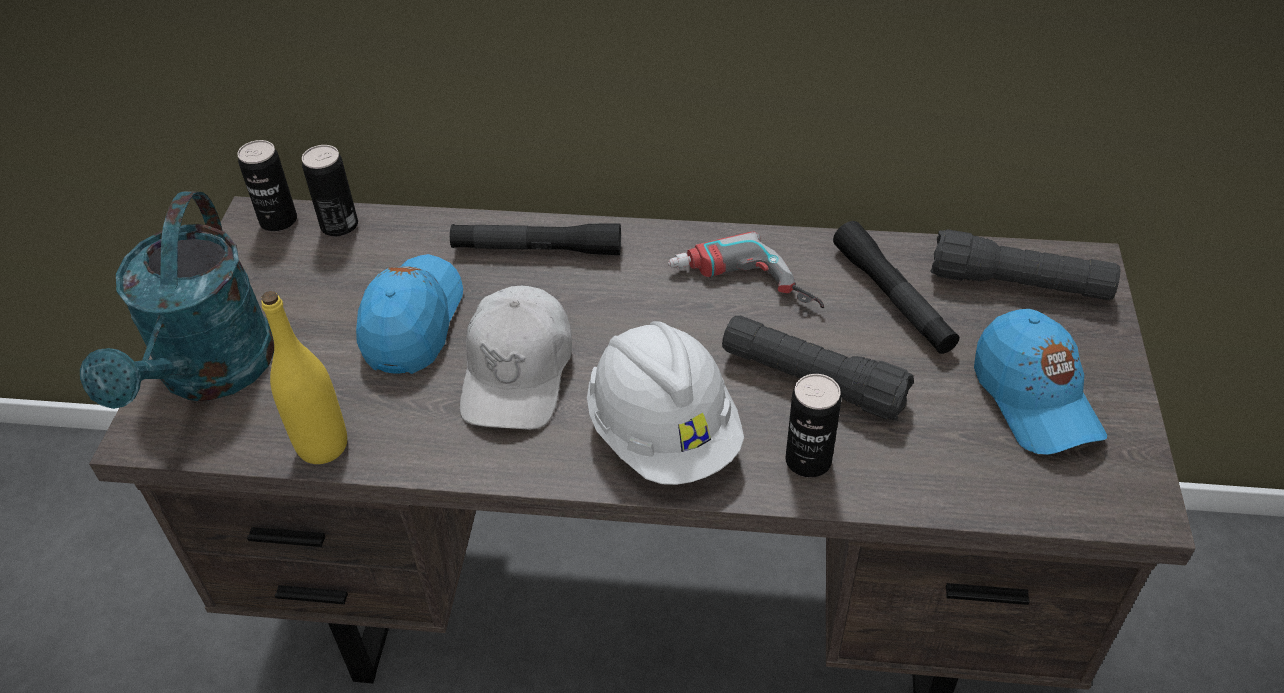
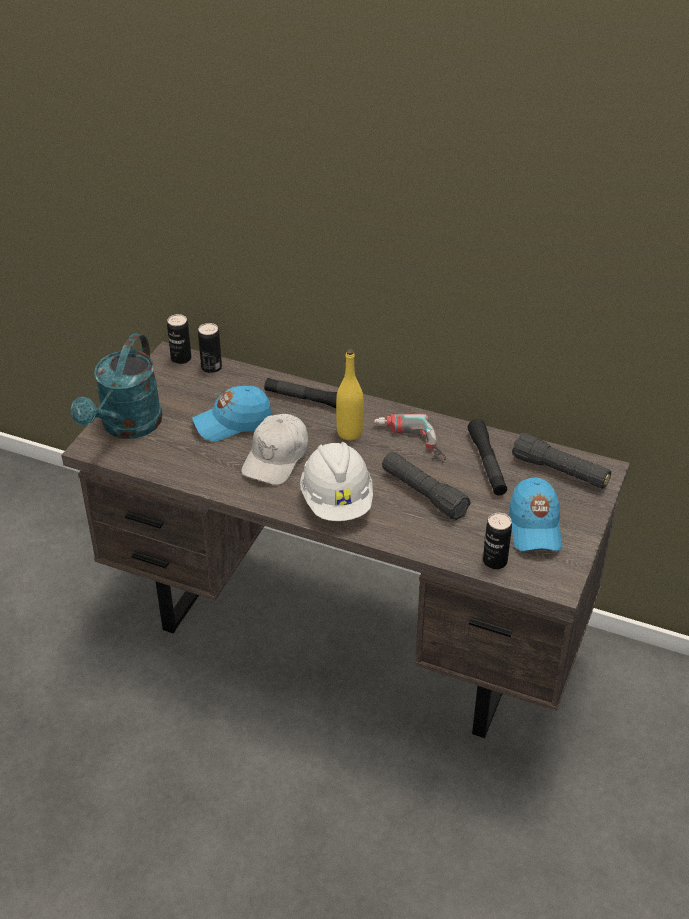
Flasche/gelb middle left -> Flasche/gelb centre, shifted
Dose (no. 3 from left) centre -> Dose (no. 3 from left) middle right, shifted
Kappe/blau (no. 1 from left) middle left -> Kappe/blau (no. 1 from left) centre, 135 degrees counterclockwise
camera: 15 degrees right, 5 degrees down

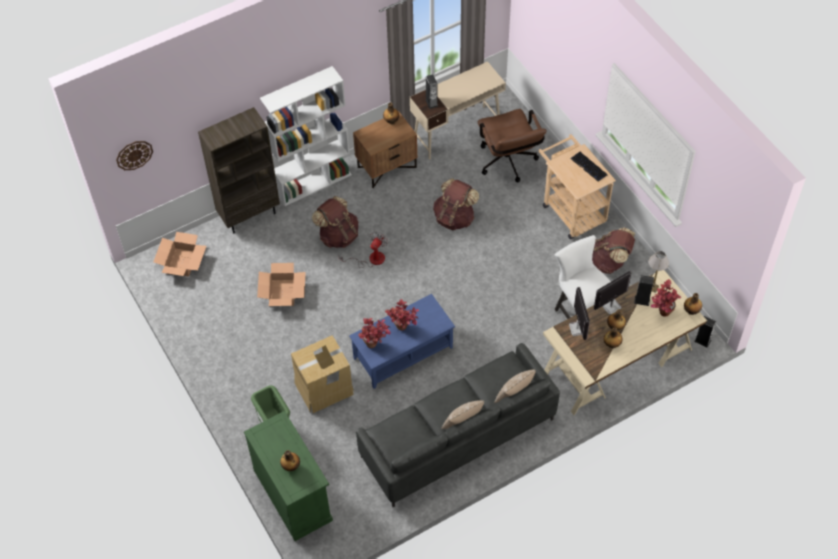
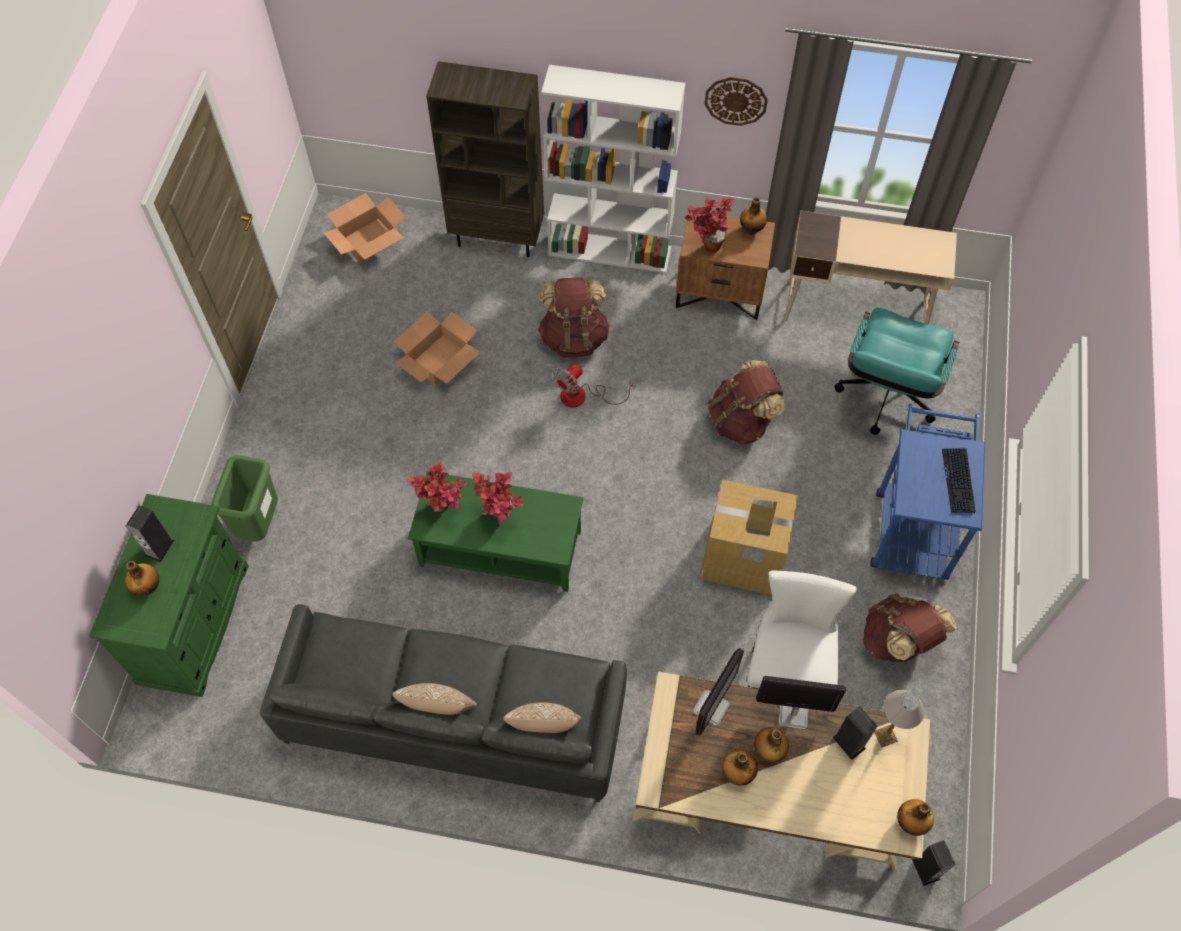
Wanduhr top left -> Wanduhr top centre, shifted
Karton (no. 3 from left) bottom centre -> Karton (no. 3 from left) centre, shifted
Lautsprecher (no. 1 from left) top centre -> Lautsprecher (no. 1 from left) middle left, shifted
Topfpflanze (no. 3 from left) middle right -> Topfpflanze (no. 3 from left) top centre, shifted
Couchtisch/blau centre -> Couchtisch/grün centre
Bürostuhl/braun top centre -> Bürostuhl/türkis middle right
Rollwagen/beige top right -> Rollwagen/blau middle right
Ventilator centre, 150 degrees clockwise
camera: 40 degrees right, 5 degrees up

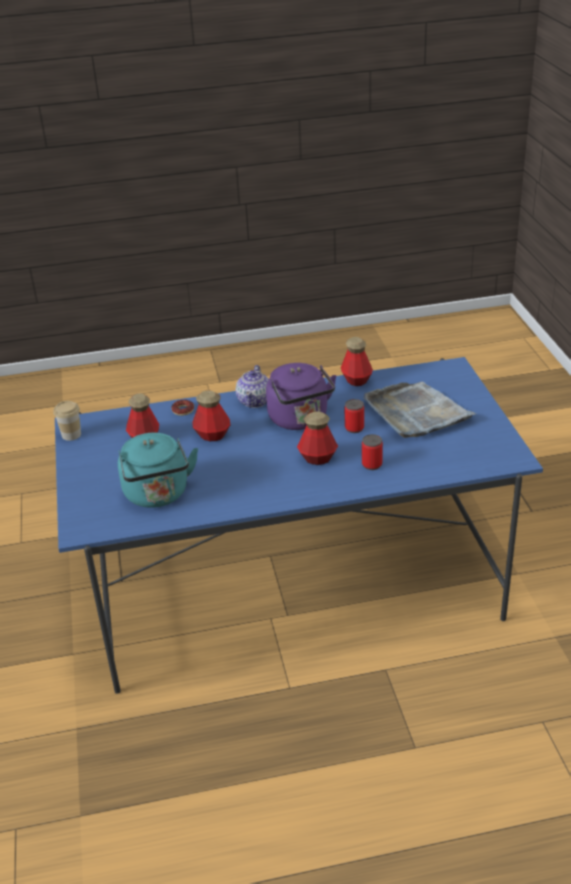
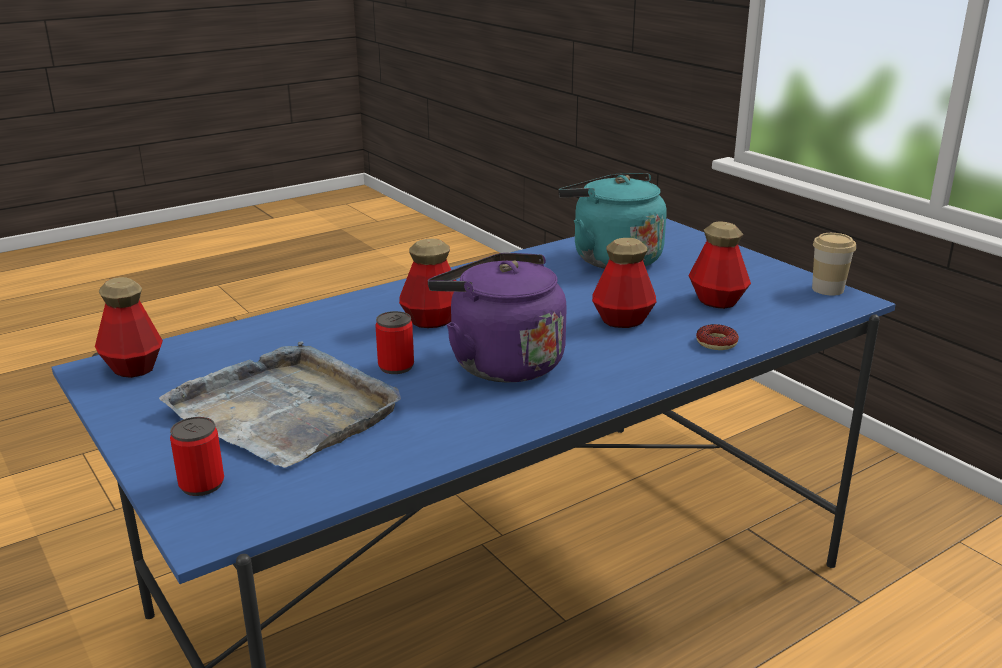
Teekanne centre -> none
Flasche (no. 4 from left in the first image) centre -> Flasche (no. 1 from left) middle left, shifted
Dose (no. 2 from left in the first image) centre -> Dose (no. 1 from left) bottom left, shifted
camera: 155 degrees right, 10 degrees down

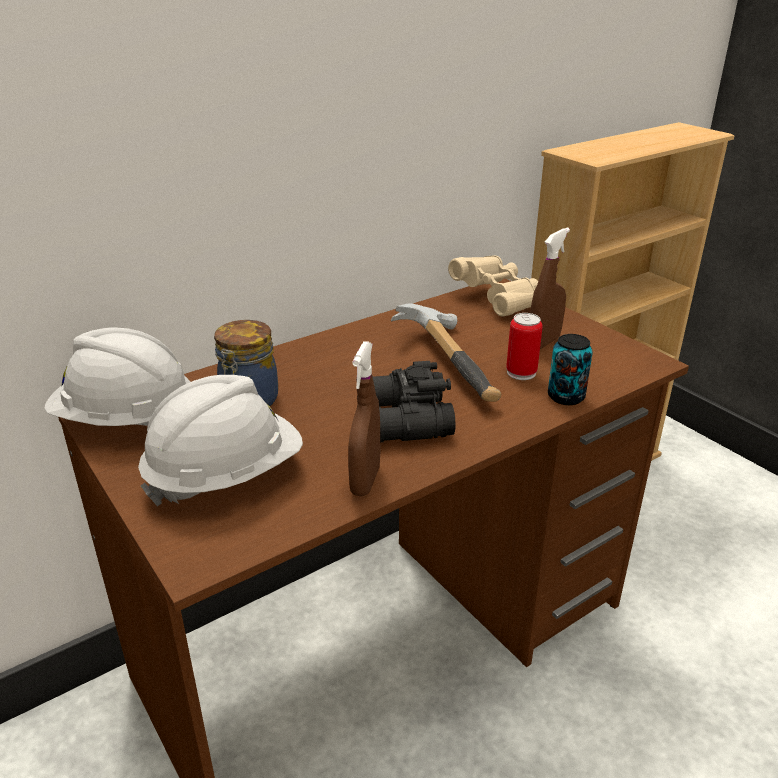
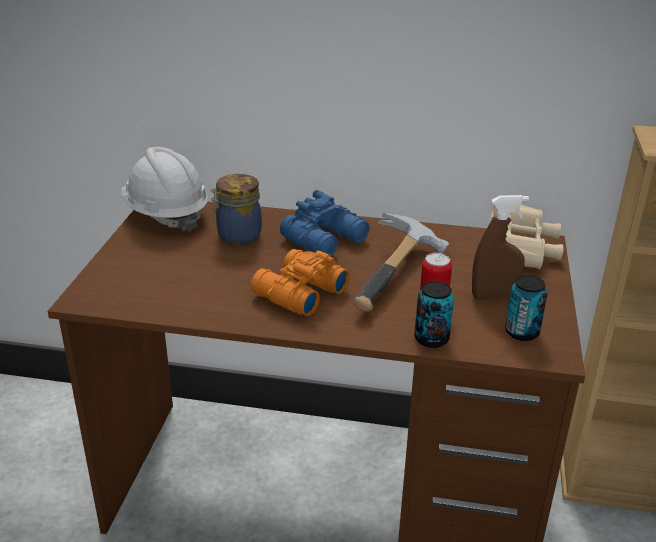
Schutzhelm/weiß (no. 2 from left) middle left -> none
Sprühflasche/braun (no. 1 from left) centre -> none
none -> Fernglas/blau centre
none -> Dose (no. 3 from left) middle right
Fernglas/schwarz centre -> Fernglas/orange centre
camera: 45 degrees right, 0 degrees up

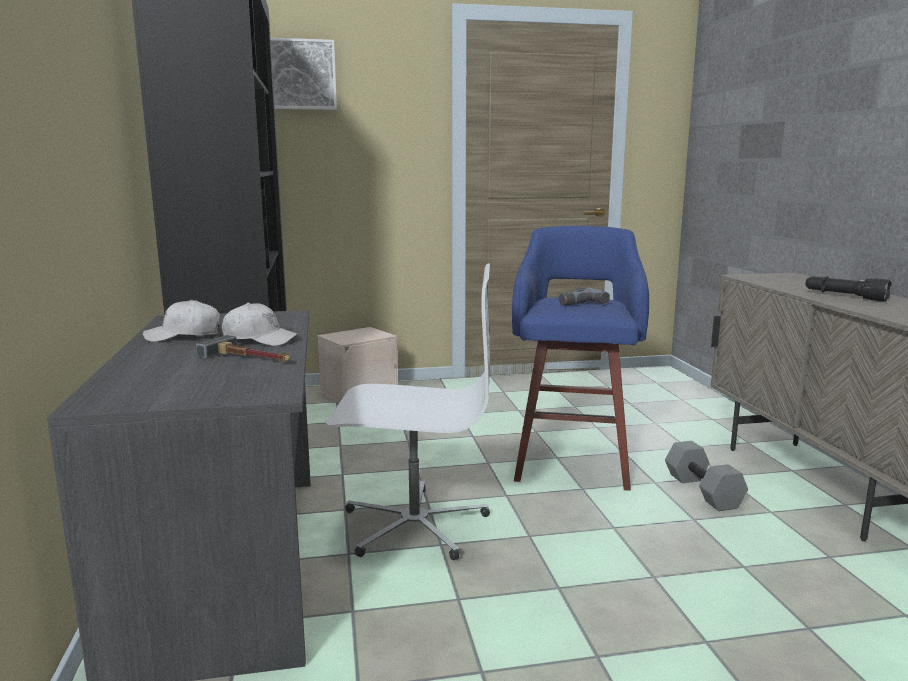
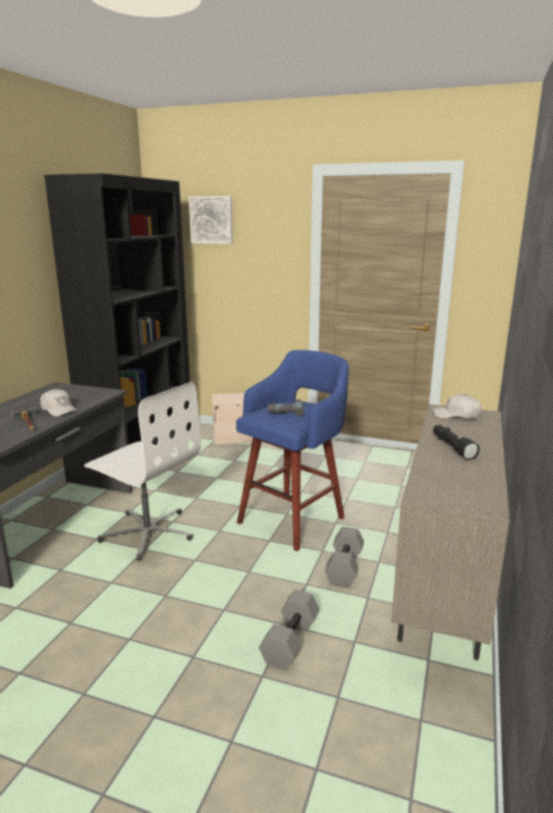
none -> Hantel/grau (no. 1 from left) bottom centre
Kappe/weiß (no. 1 from left in the first image) middle left -> Kappe/weiß (no. 2 from left) middle right, shifted
camera: 30 degrees right, 5 degrees up

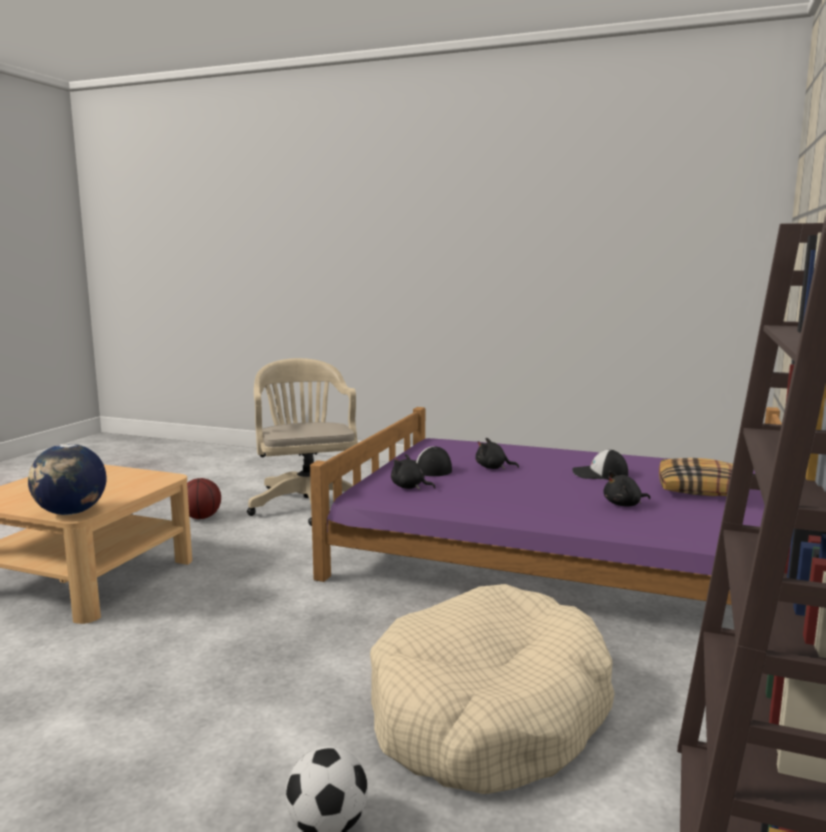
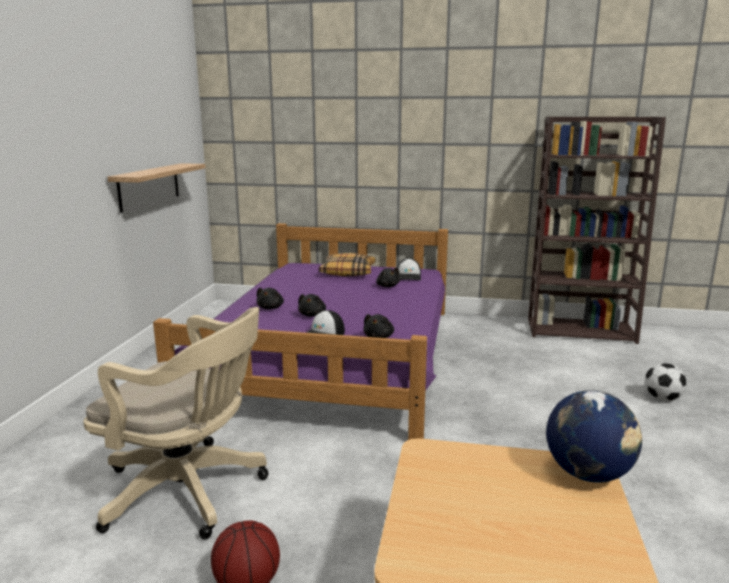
Hundebett/beige bottom centre -> none
none -> Wandregal top left
none -> Plüschtier/schwarz (no. 1 from left) centre
Kappe (no. 2 from left) middle right -> Kappe (no. 2 from left) centre, shifted
Bürostuhl/beige centre -> Bürostuhl/beige bottom left, 135 degrees counterclockwise
camera: 100 degrees left, 5 degrees up

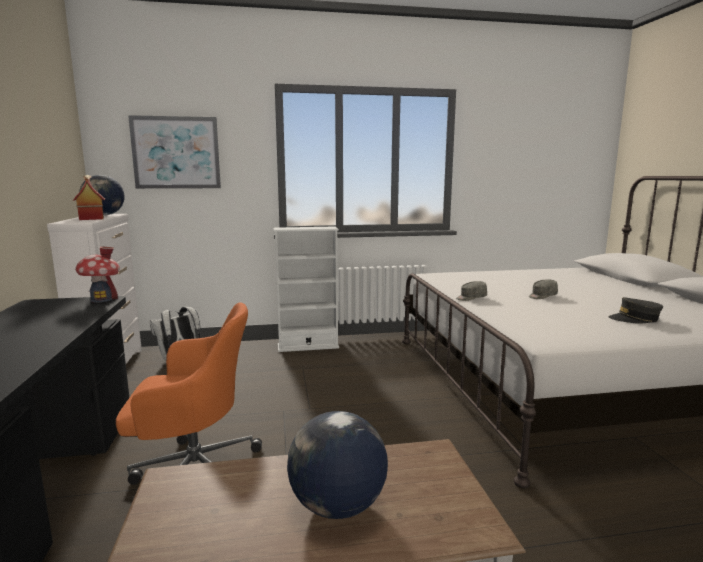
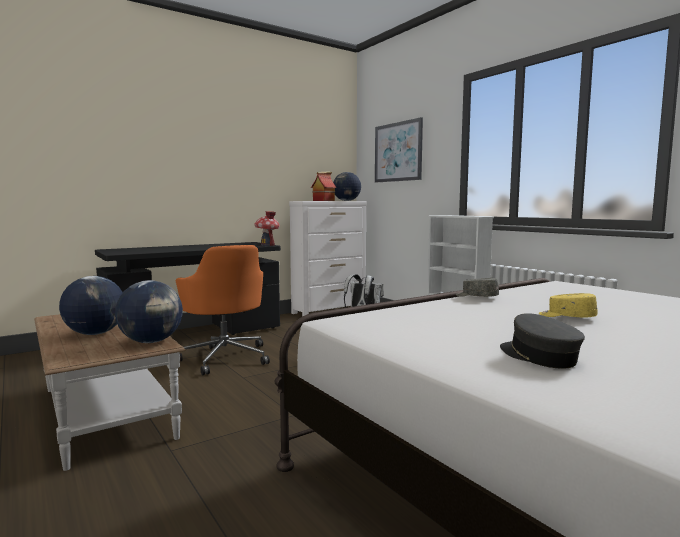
none -> Globus (no. 2 from left) middle left
Kappe/grau (no. 2 from left) middle right -> Kappe/gelb middle right
camera: 65 degrees right, 5 degrees down

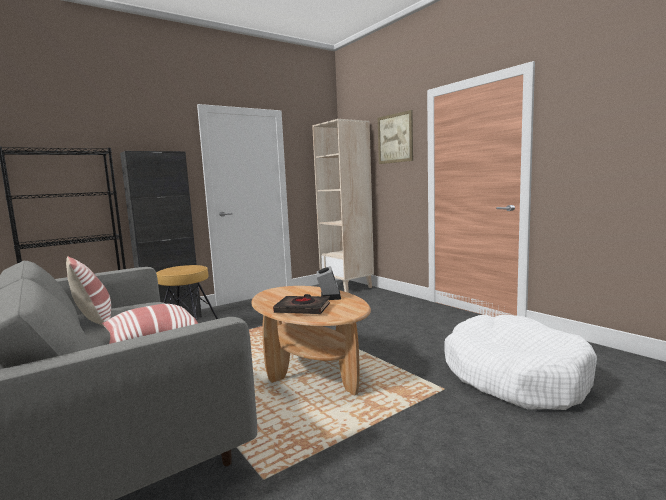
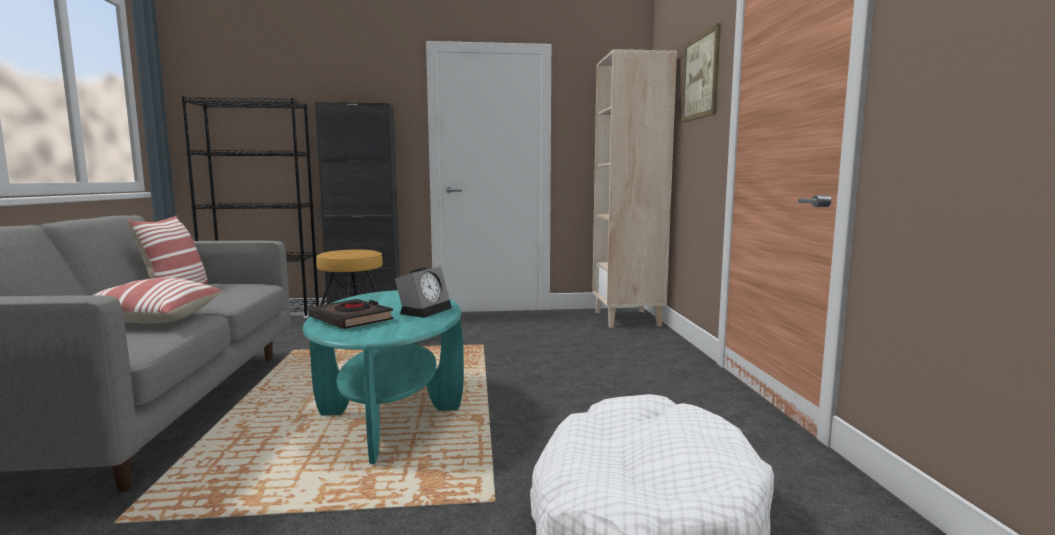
Couchtisch/braun bottom centre -> Couchtisch/türkis bottom centre
camera: 30 degrees right, 0 degrees up

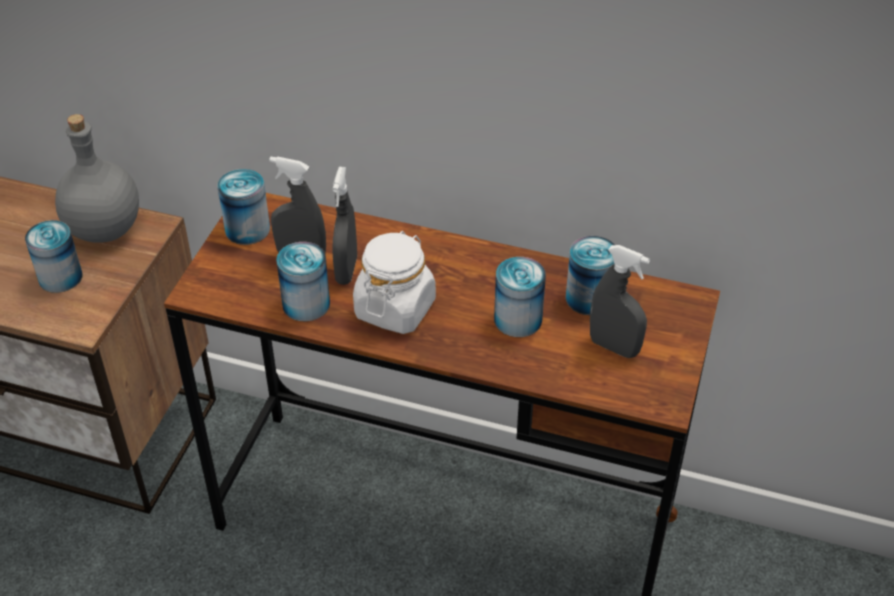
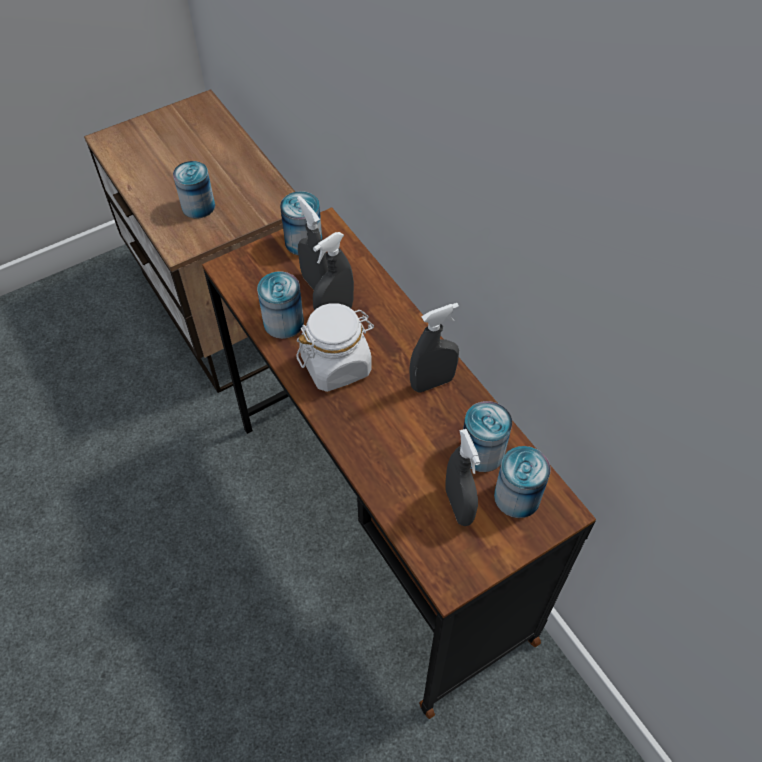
Flasche/grau top left -> none
none -> Sprühflasche/grau (no. 3 from left) centre
Dose (no. 4 from left in the first image) centre -> Dose (no. 5 from left) middle right, shifted
camera: 40 degrees right, 10 degrees up

